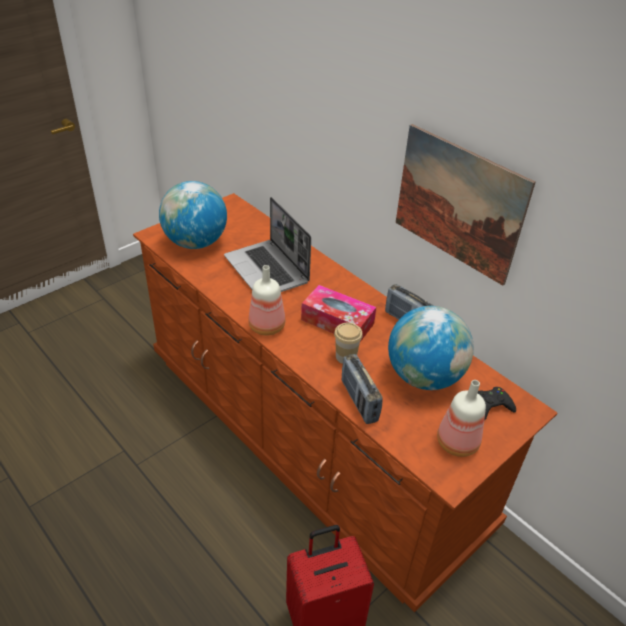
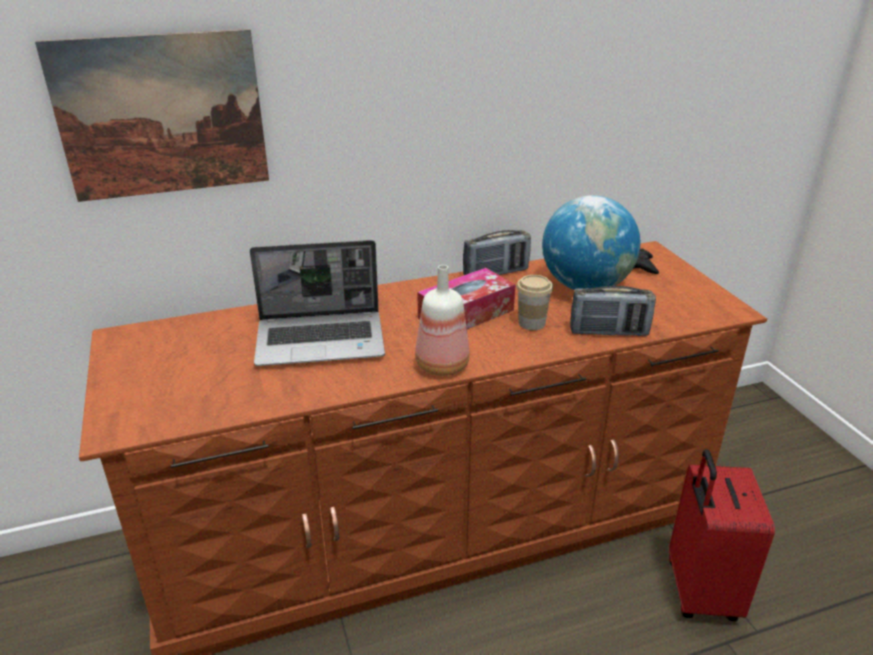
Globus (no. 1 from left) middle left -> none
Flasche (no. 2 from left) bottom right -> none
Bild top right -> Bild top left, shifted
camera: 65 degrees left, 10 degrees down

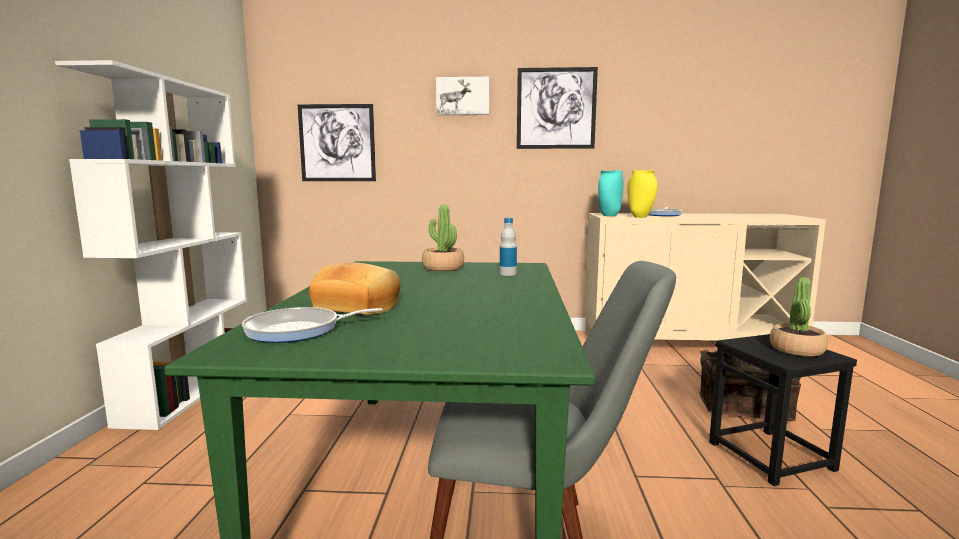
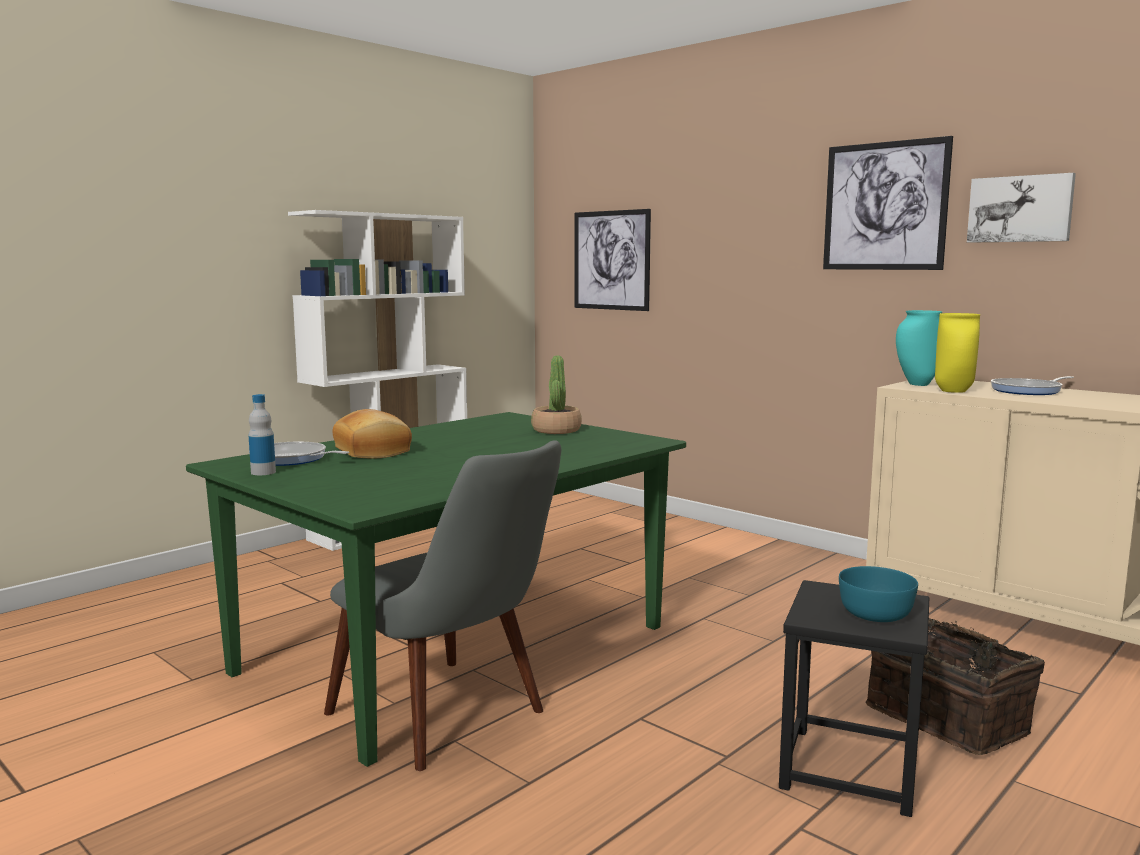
Bild (no. 2 from left in the first image) top centre -> Bild (no. 3 from left) top right, shifted
Flasche centre -> Flasche middle left, shifted
Topfpflanze (no. 2 from left) middle right -> Schüssel/türkis bottom right
camera: 40 degrees right, 0 degrees up

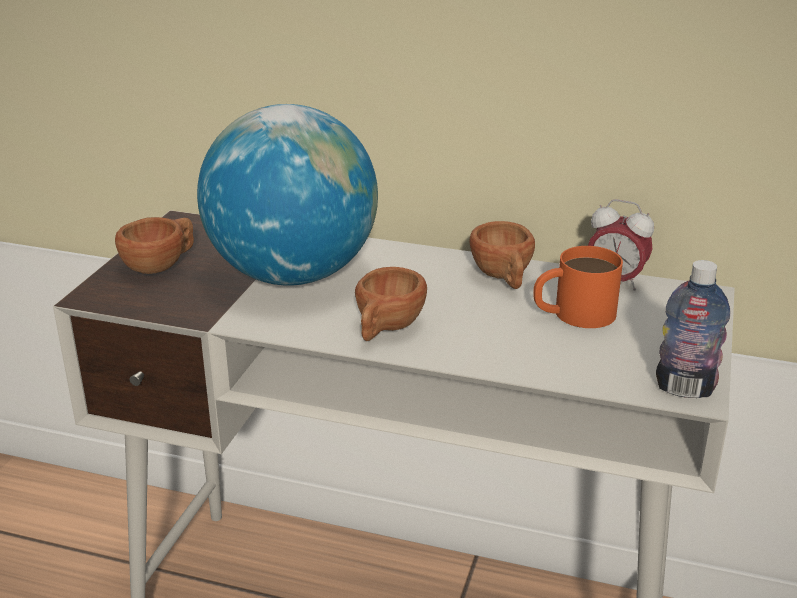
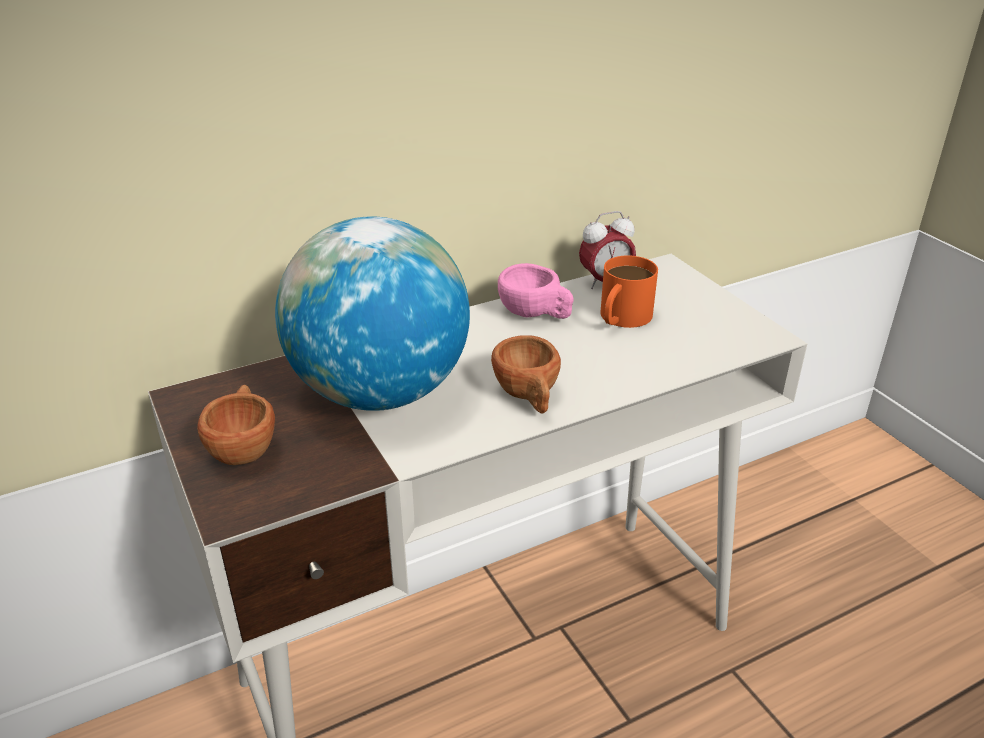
Flasche middle right -> none
Tasse/braun (no. 3 from left) centre -> Tasse/rosa centre
camera: 45 degrees left, 5 degrees up

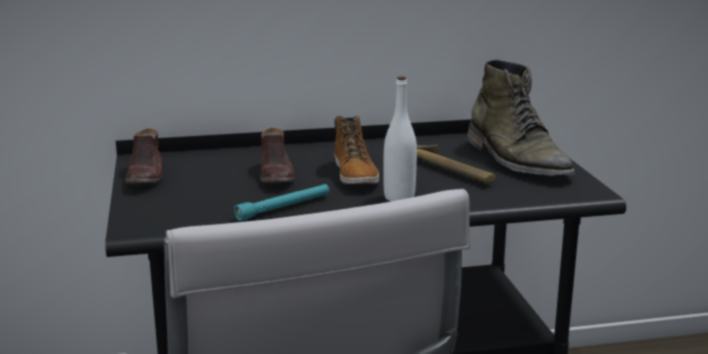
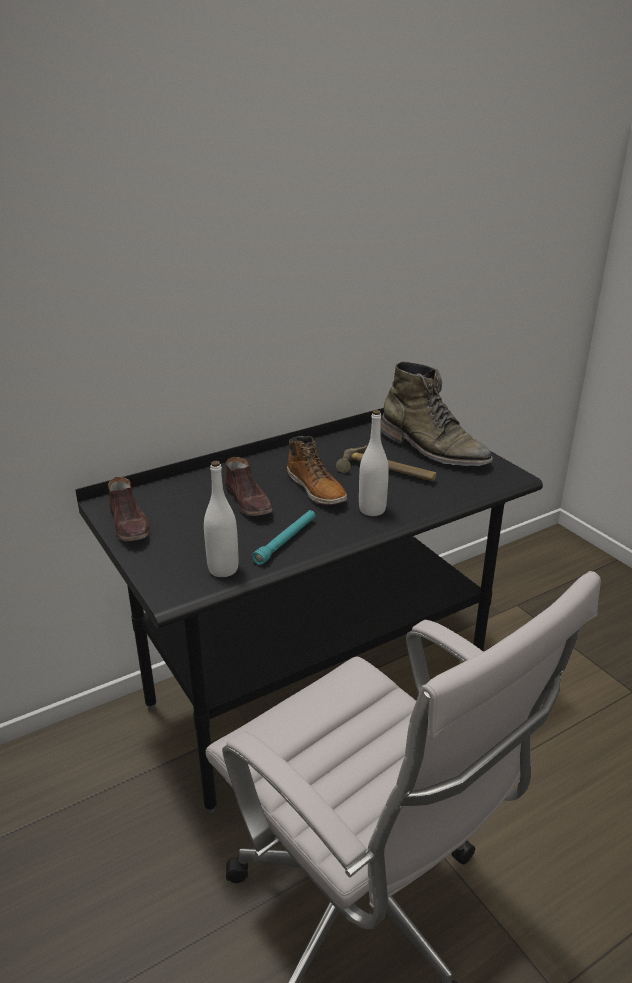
none -> Flasche/weiß (no. 1 from left) centre
camera: 20 degrees left, 10 degrees up

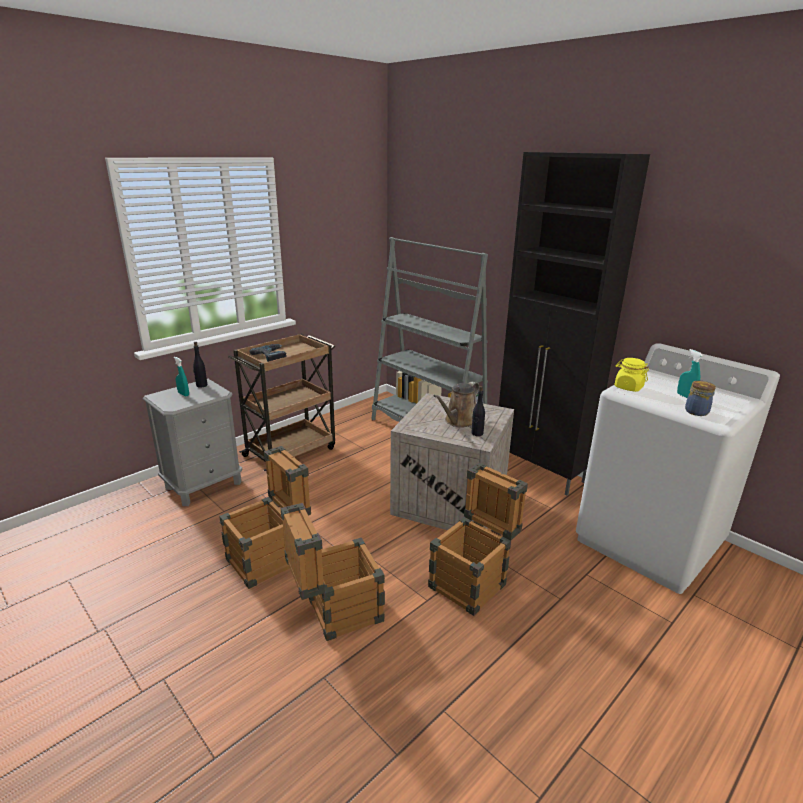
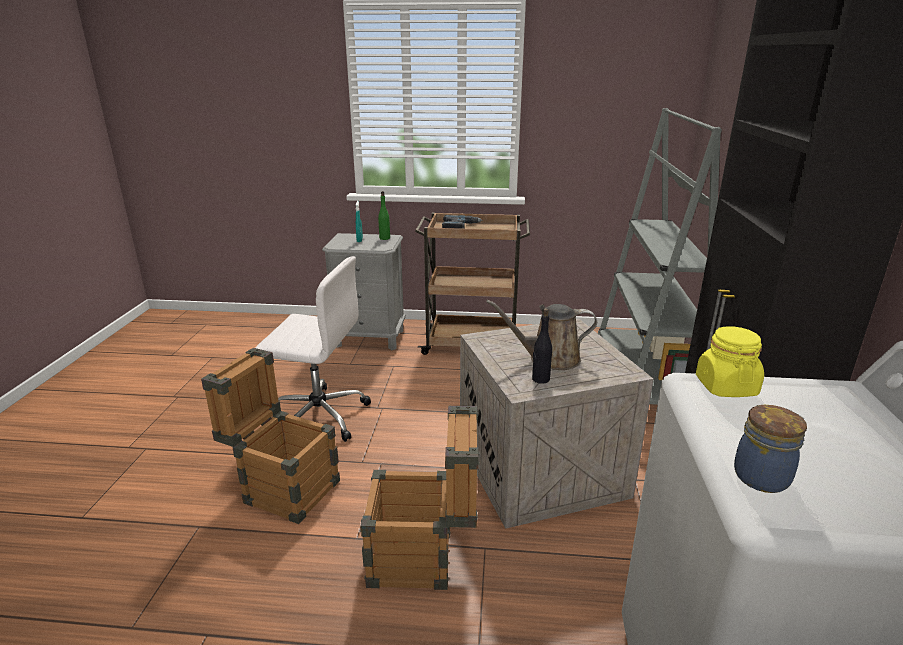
Sprühflasche/türkis (no. 2 from left) middle right -> none
Kiste (no. 1 from left) middle left -> Bürostuhl/weiß centre
Flasche/schwarz (no. 1 from left) middle left -> Flasche/grün centre
camera: 50 degrees right, 0 degrees up

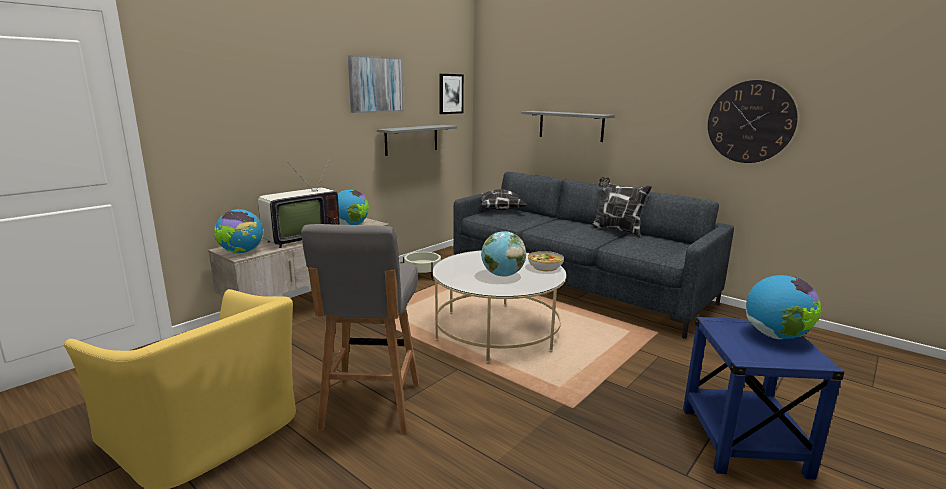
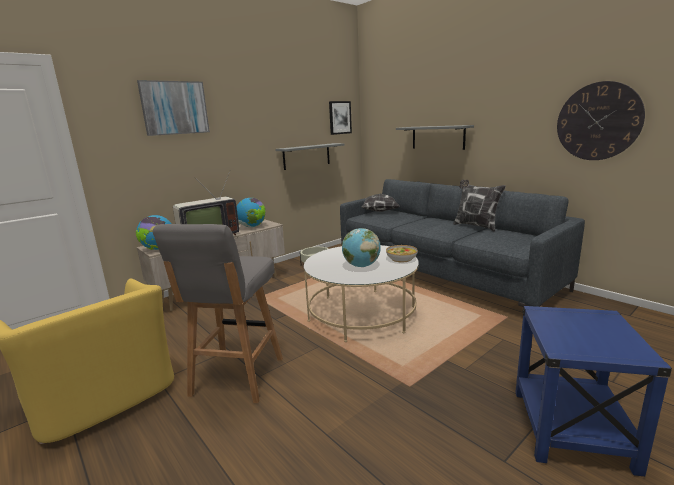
Globus (no. 4 from left) middle right -> none
Bild (no. 1 from left) top centre -> Bild (no. 1 from left) top left, shifted
camera: 10 degrees right, 0 degrees up

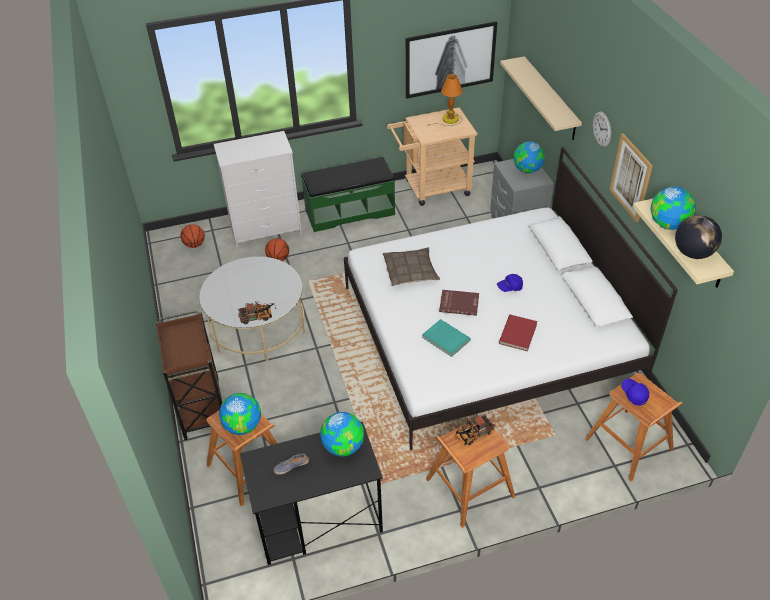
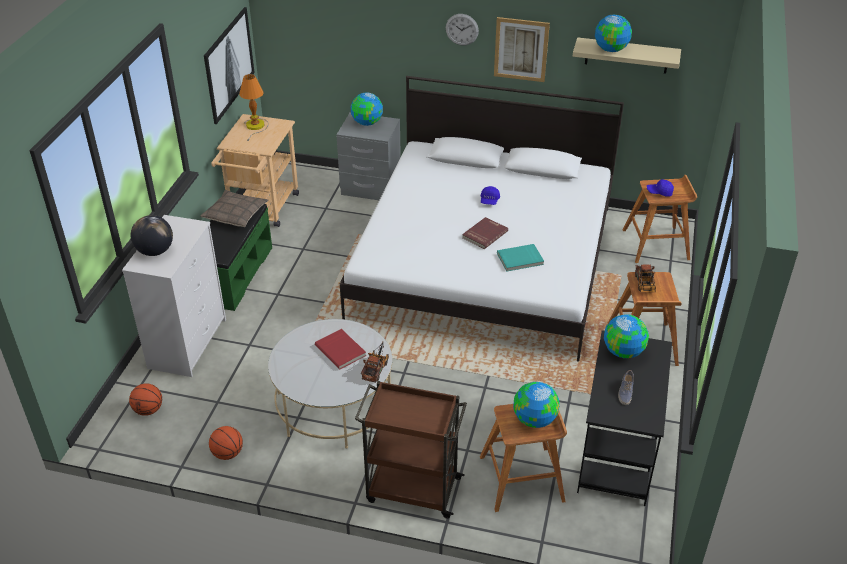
Wandregal/beige (no. 1 from left) top right -> none
Basketball (no. 2 from left) centre -> Basketball (no. 2 from left) bottom left, shifted
Kissen centre -> Kissen middle left, shifted
Buch/rot (no. 2 from left in the first image) middle right -> Buch/rot (no. 1 from left) centre, shifted
Globus (no. 5 from left in the first image) middle right -> Globus (no. 1 from left) middle left, shifted
camera: 60 degrees left, 5 degrees down

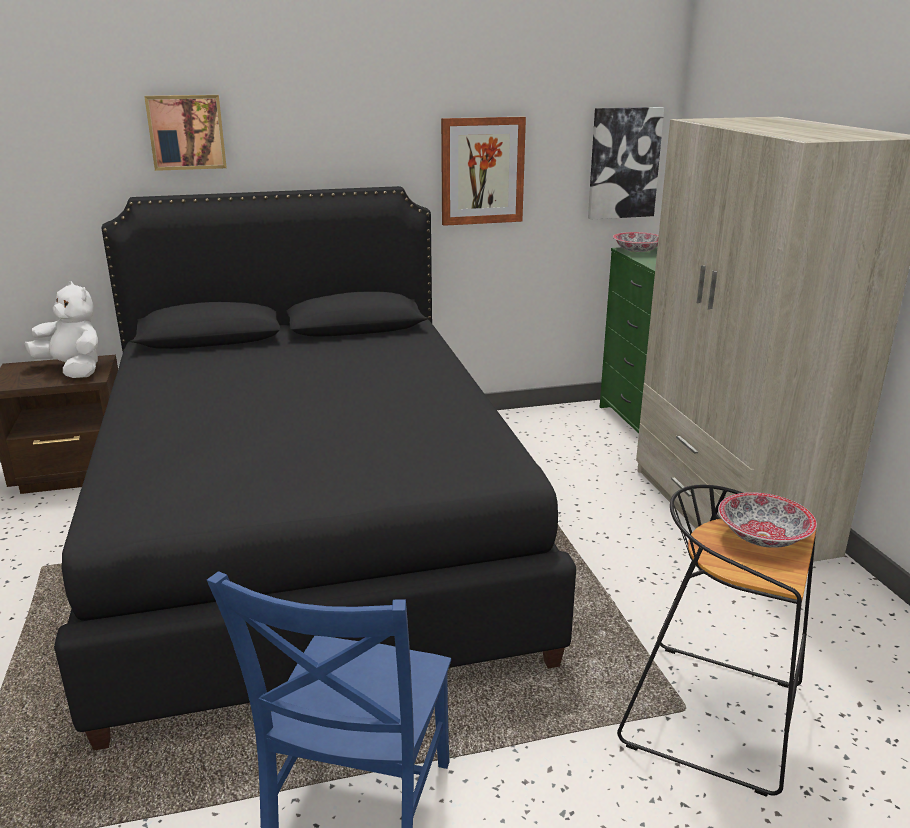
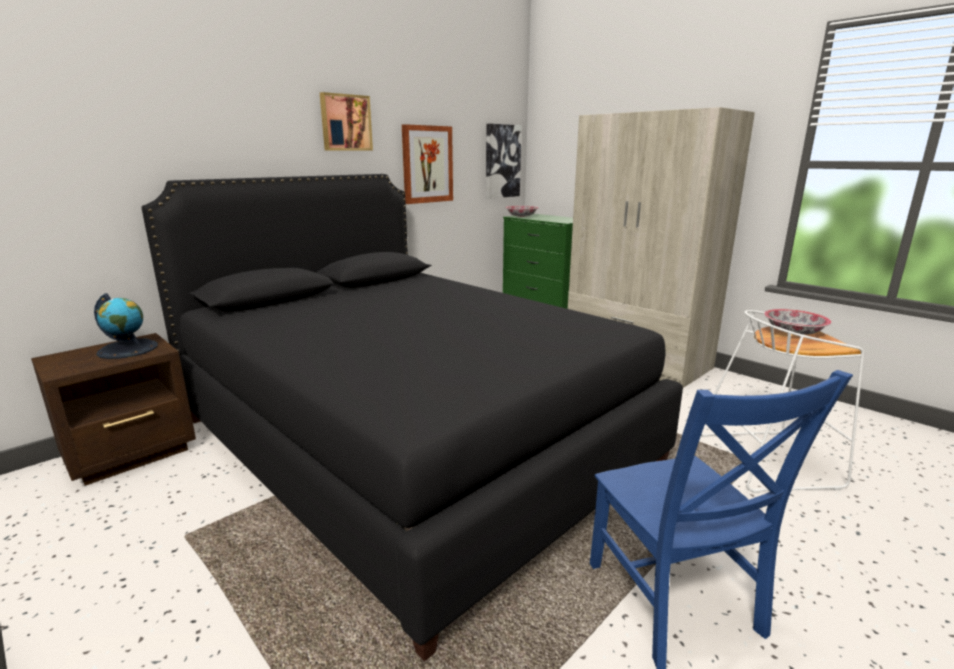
Bild (no. 1 from left) top left -> Bild (no. 1 from left) top centre, shifted
Plüschtier/weiß middle left -> Globus middle left
Hocker/schwarz bottom right -> Hocker/weiß middle right
camera: 30 degrees left, 5 degrees down

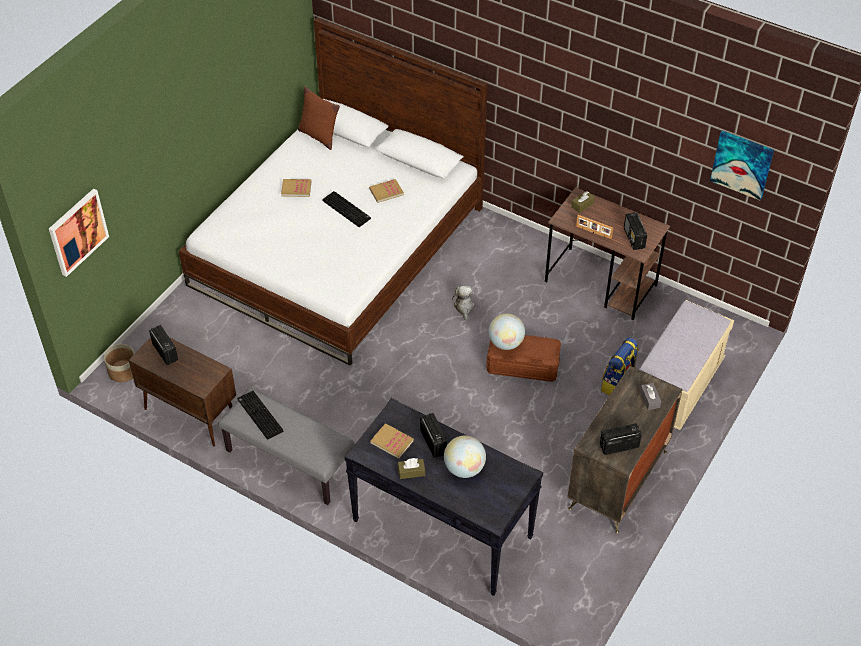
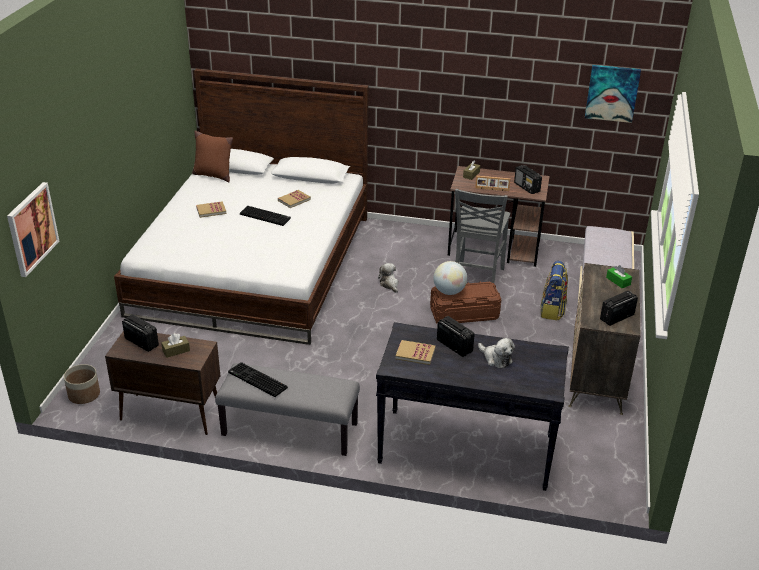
none -> Stuhl/grau centre
Taschentuchbox/braun (no. 1 from left) bottom centre -> Taschentuchbox/braun (no. 1 from left) middle left, shifted
Globus (no. 1 from left) bottom centre -> Plüschtier (no. 2 from left) centre
Taschentuchbox/grau middle right -> Taschentuchbox/grün middle right
camera: 20 degrees left, 15 degrees down

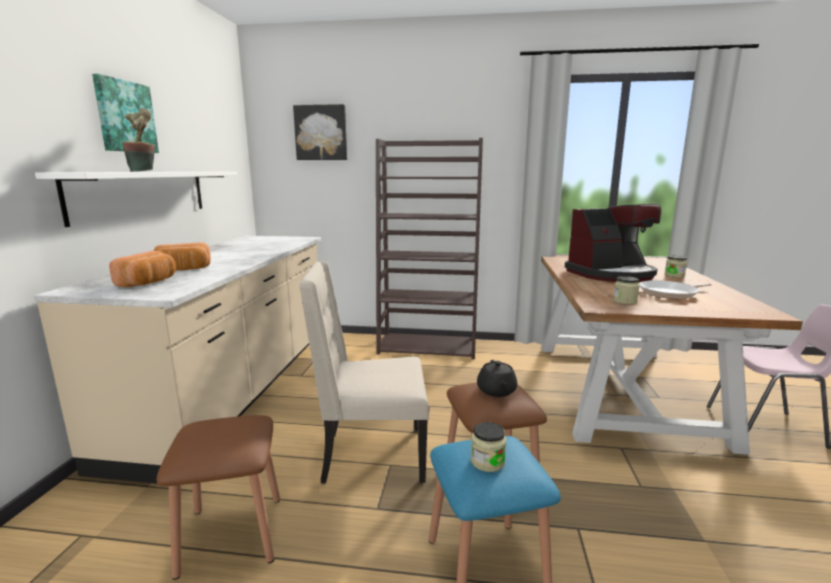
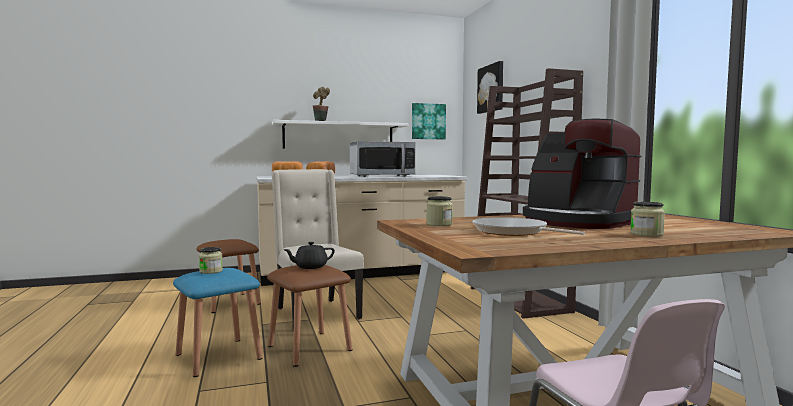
none -> Mikrowelle centre
Bild (no. 1 from left) top left -> Bild (no. 1 from left) top centre, shifted
camera: 65 degrees right, 10 degrees down

